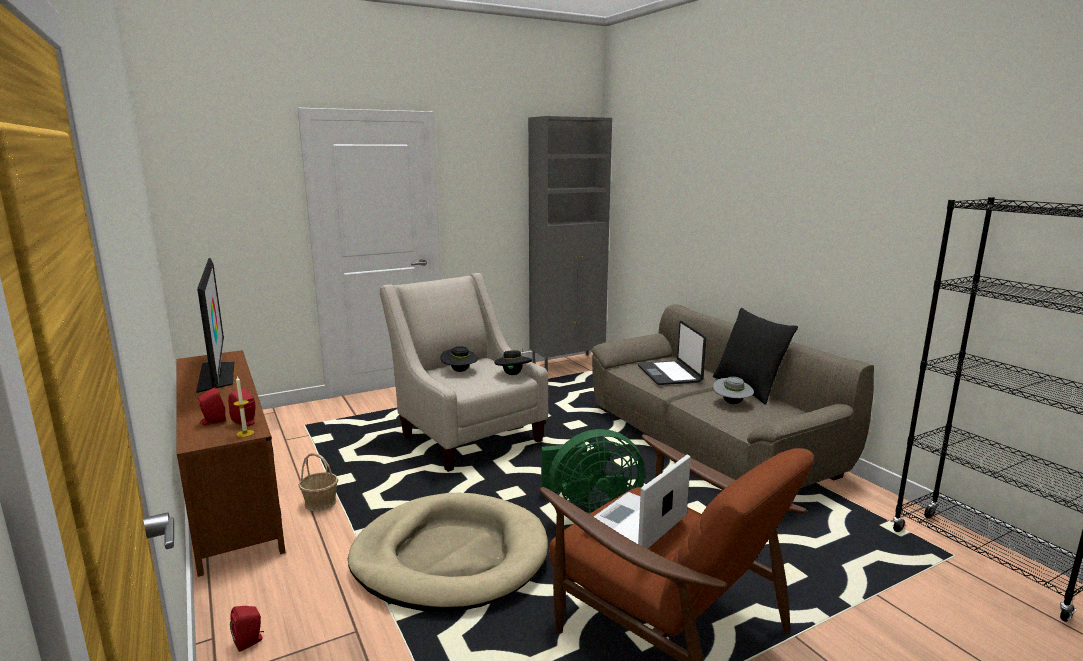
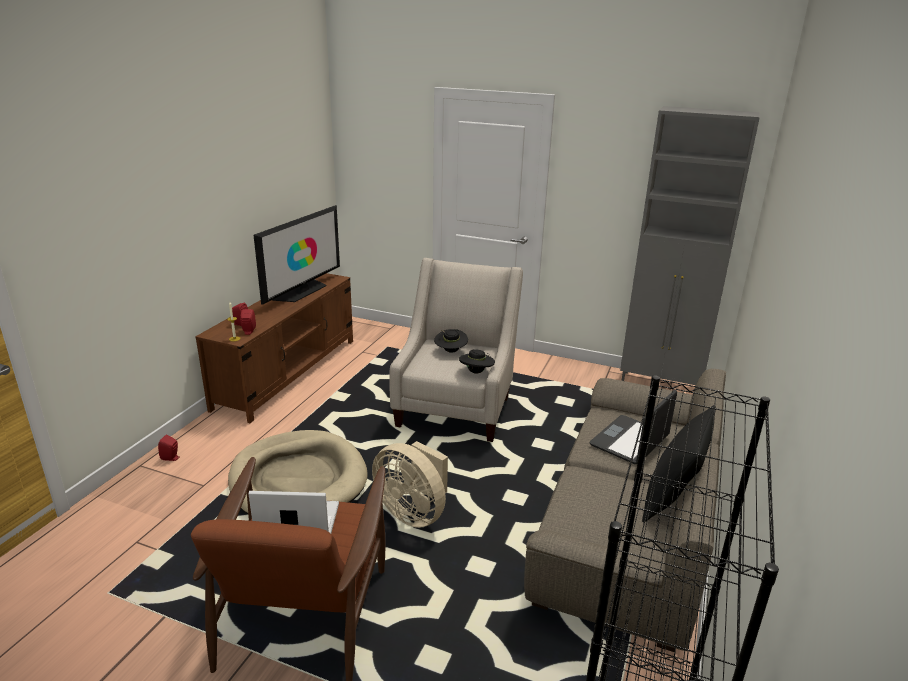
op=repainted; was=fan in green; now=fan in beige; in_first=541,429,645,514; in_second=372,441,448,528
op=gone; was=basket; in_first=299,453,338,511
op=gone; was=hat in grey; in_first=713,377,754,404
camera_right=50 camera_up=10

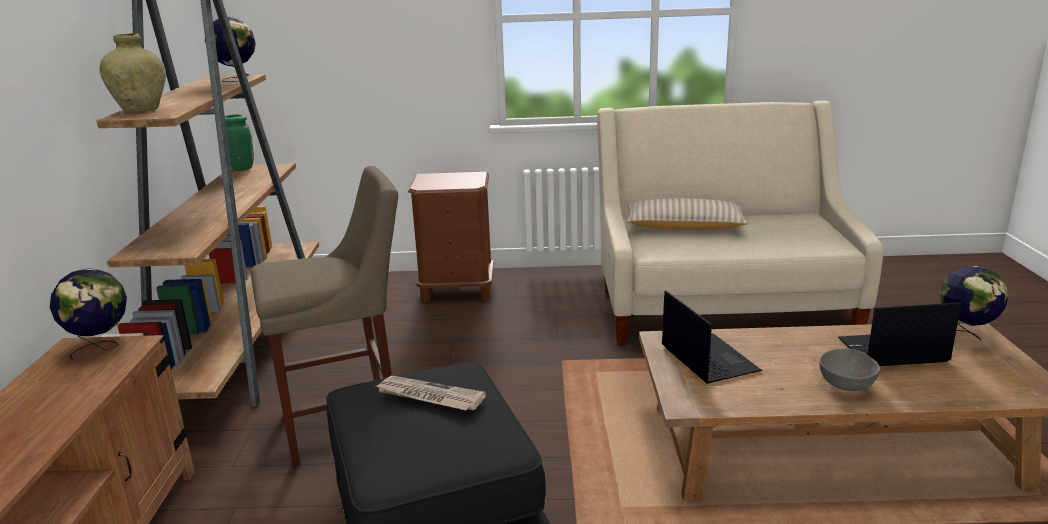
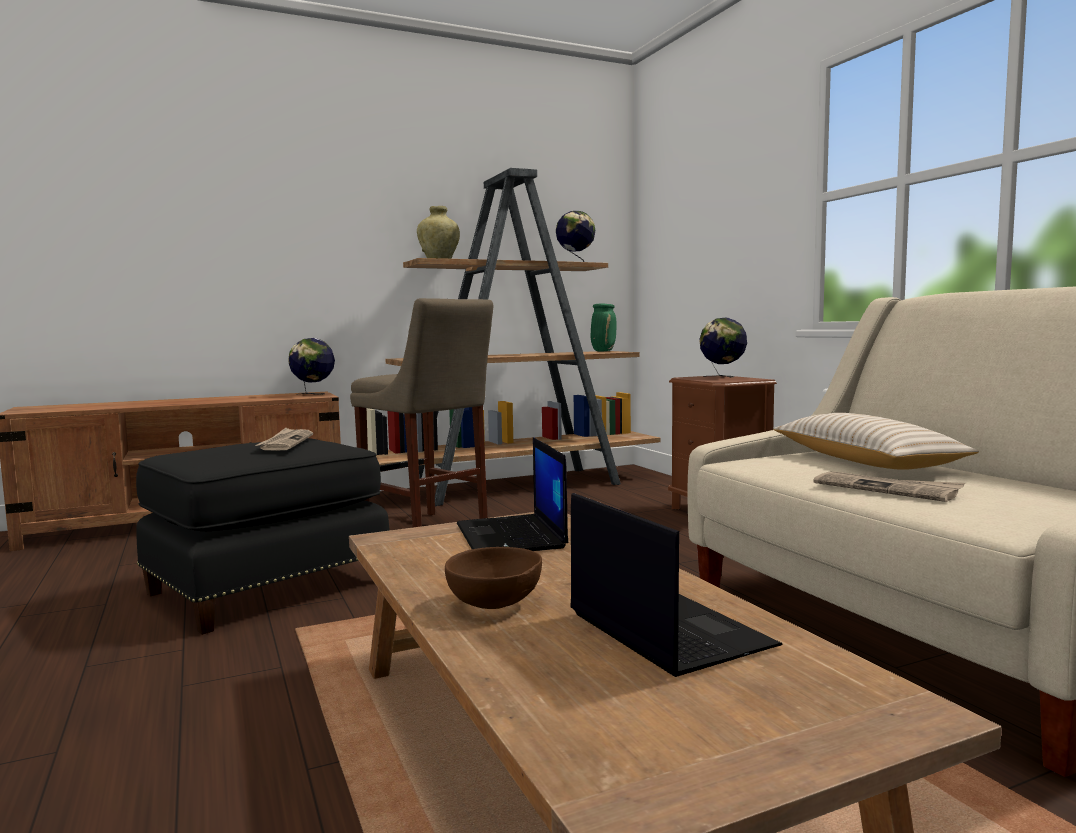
op=repainted; was=bowl in grey; now=bowl in brown; in_first=819,349,880,391; in_second=445,547,542,609
op=rotated; was=laptop; in_first=662,290,762,384; in_second=457,437,568,551; clockwise=120
op=shifted; was=globe; in_first=940,266,1008,340; in_second=699,317,747,377
op=new; now=newspaper; in_second=814,471,965,502
camera_right=65 camera_up=-15

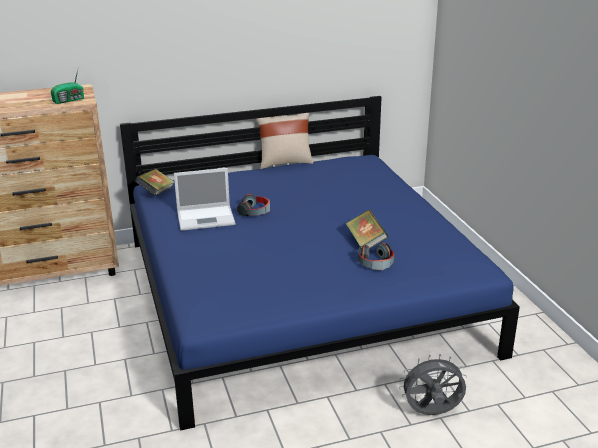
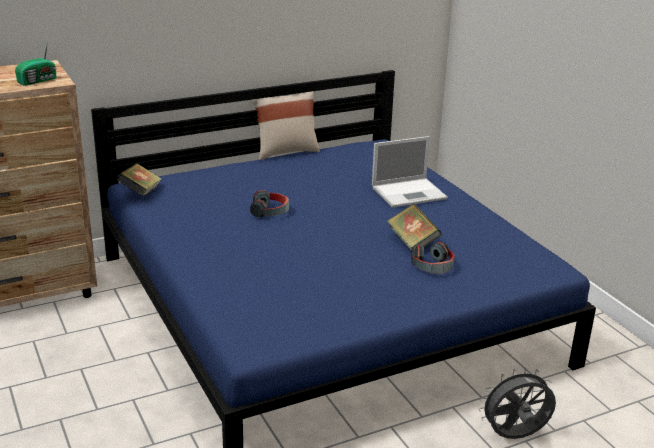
op=shifted; was=laptop; in_first=174,168,235,231; in_second=372,136,448,208
camera_right=-10 camera_up=0

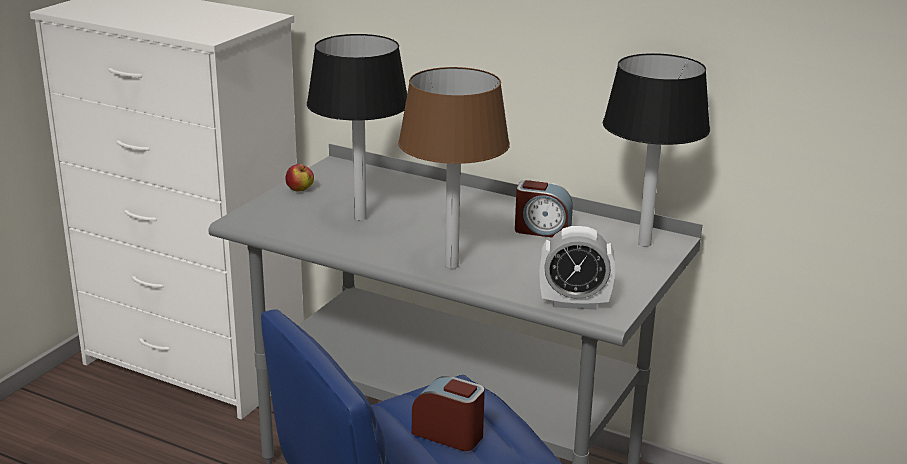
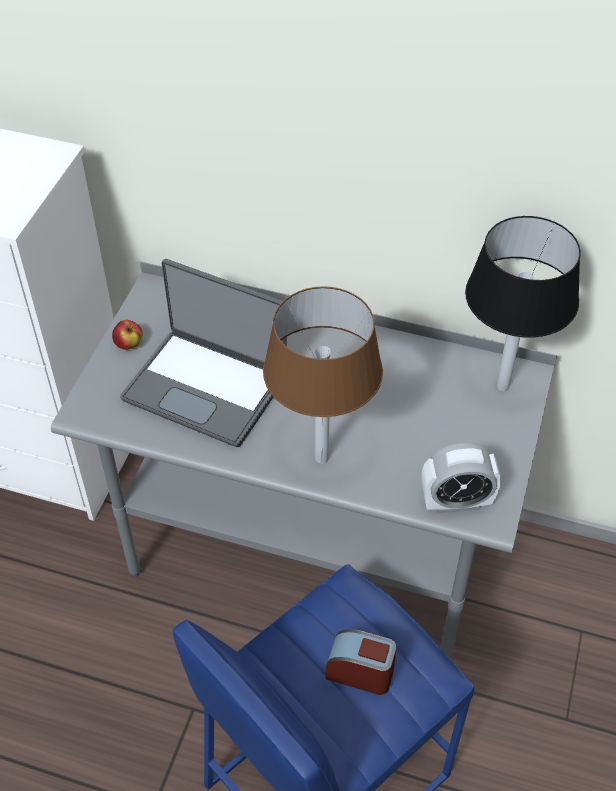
op=swapped; was=table lamp in black; now=laptop; in_first=307,34,407,220; in_second=120,259,287,447
op=gone; was=alarm clock; in_first=515,180,573,237
camera_right=-10 camera_up=25

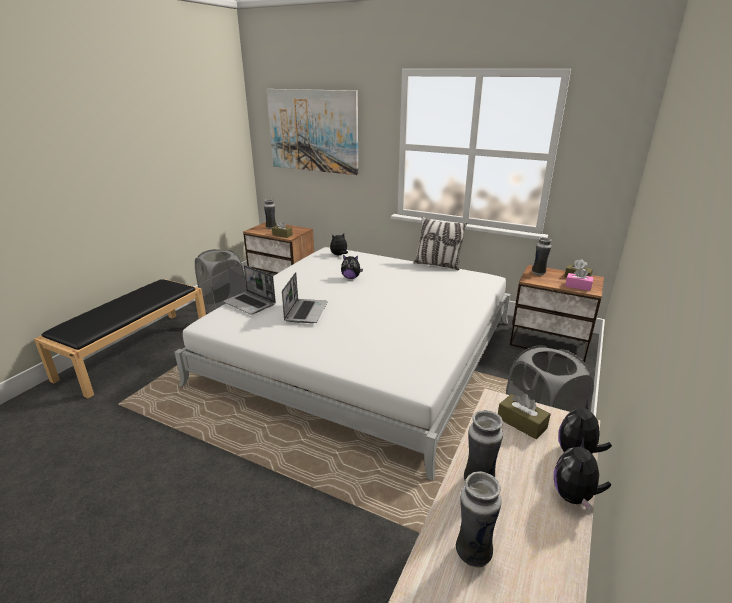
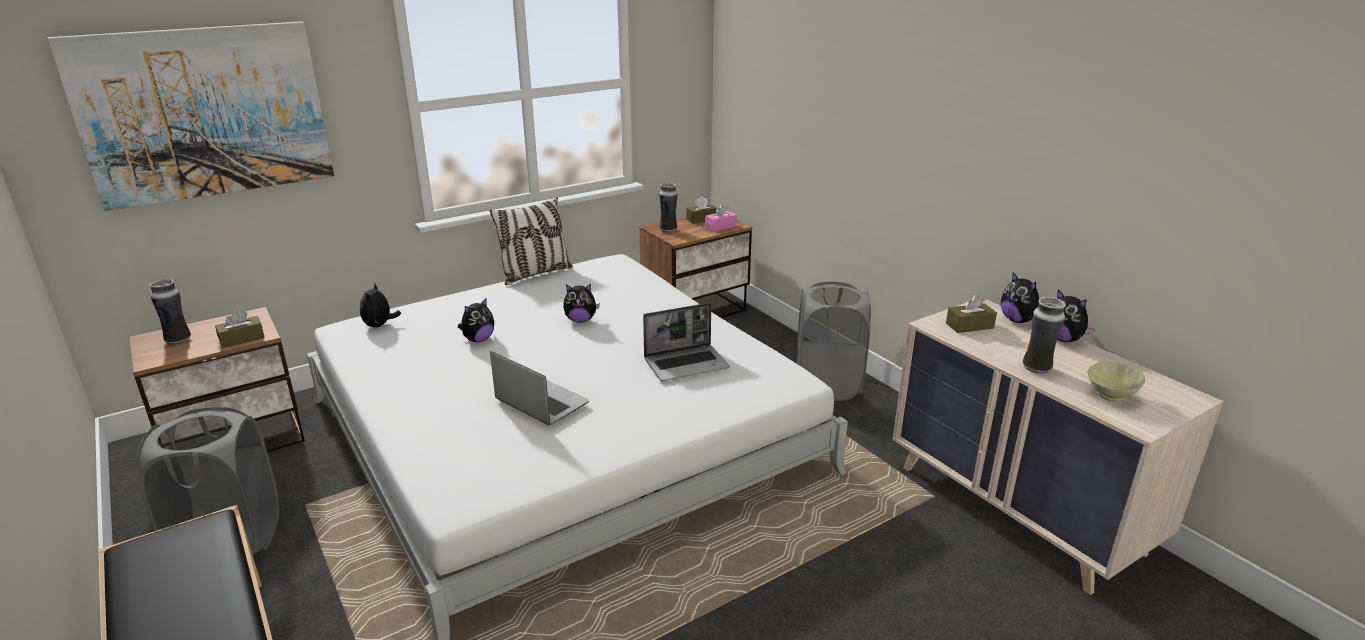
op=new; now=plush toy; in_second=563,284,600,323
op=shifted; was=laptop; in_first=223,265,276,314; in_second=643,303,730,381
op=swapped; was=vase; now=bowl in beige; in_first=456,471,502,568; in_second=1088,362,1145,402
camera_right=-60 camera_up=0

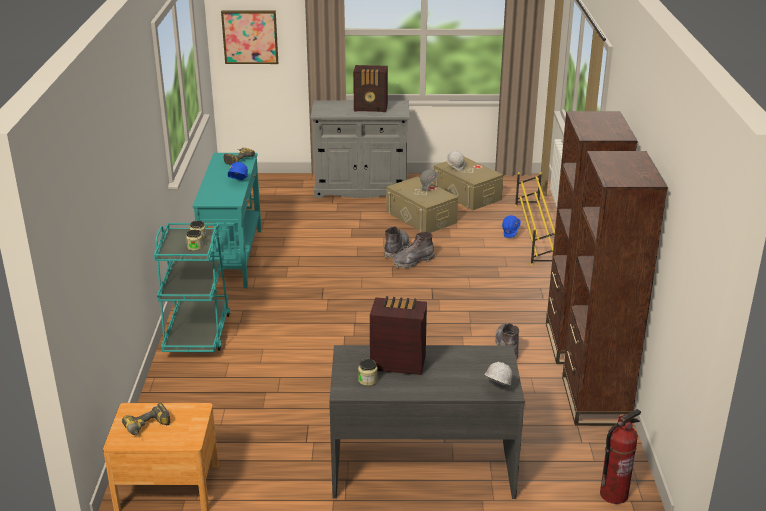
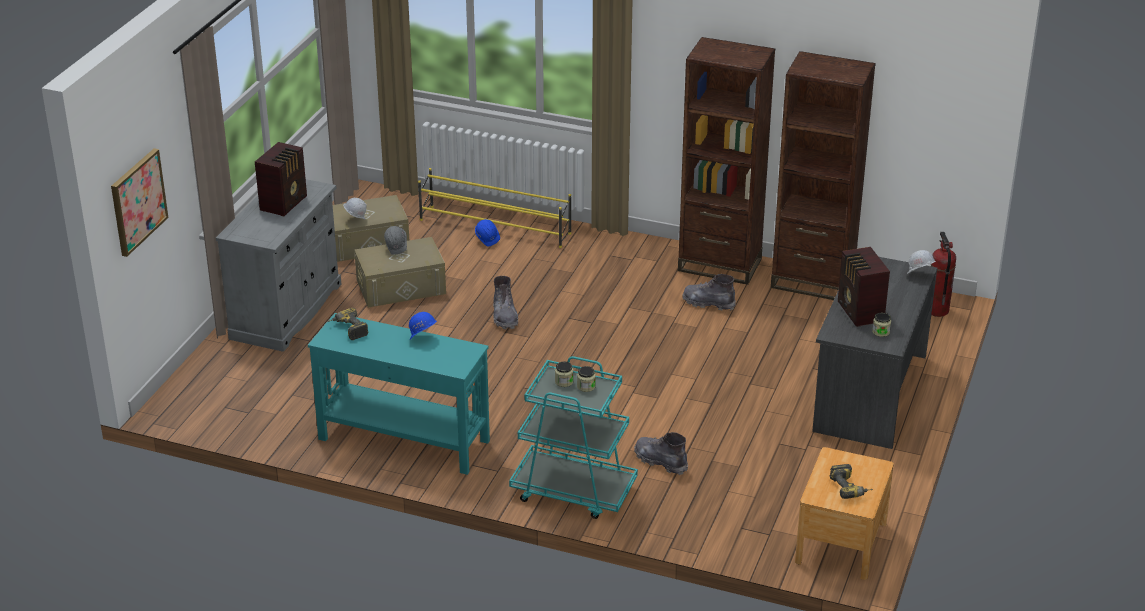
op=shifted; was=boot in grey; in_first=384,226,409,259; in_second=634,432,688,475
op=rotated; was=radio; in_first=370,296,427,375; in_second=838,247,890,327; clockwise=-45
camera_right=-70 camera_up=5

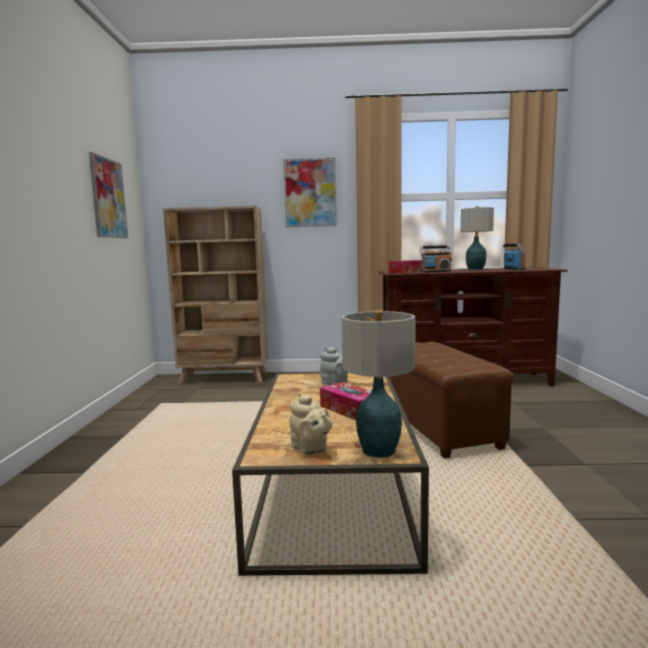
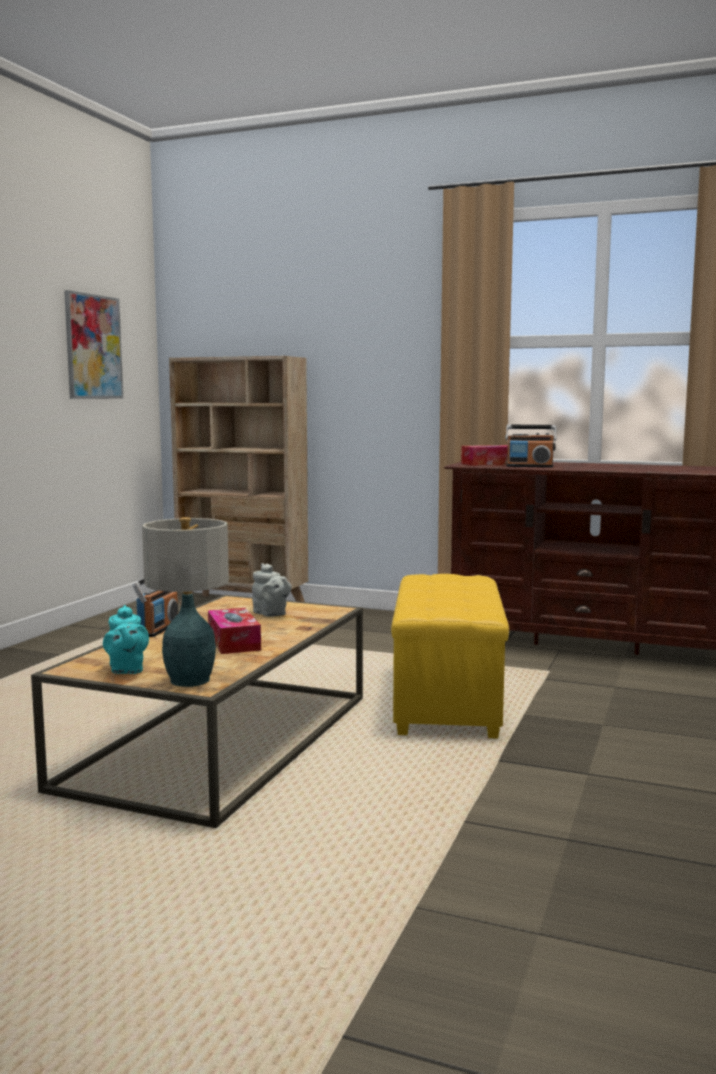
op=repainted; was=teapot in beige; now=teapot in turquoise; in_first=289,393,333,455; in_second=103,605,149,674
op=shifted; was=radio; in_first=503,244,525,270; in_second=132,579,178,637
op=repainted; was=ottoman in brown; now=ottoman in yellow; in_first=389,342,514,458; in_second=391,574,509,739
op=gone; was=picture; in_first=283,158,337,227
op=gone; was=table lamp; in_first=461,206,494,270
camera_right=20 camera_up=0

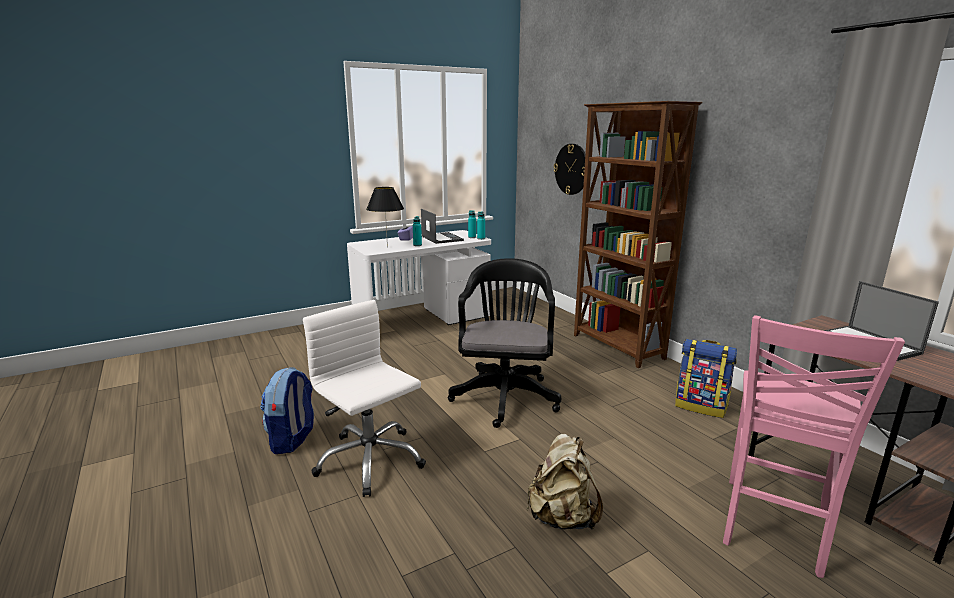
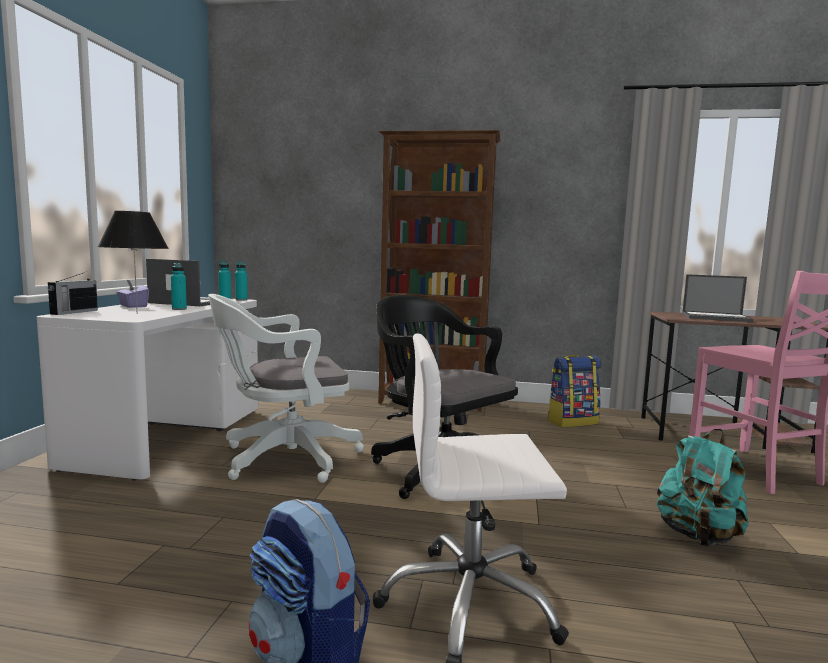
op=new; now=radio; in_second=48,272,98,315
op=new; now=office chair in white; in_second=208,294,364,483
op=repainted; was=backpack in beige; now=backpack in turquoise; in_first=527,434,603,529; in_second=657,429,749,546
op=gone; was=wall clock; in_first=554,144,585,195
camera_right=-50 camera_up=-10

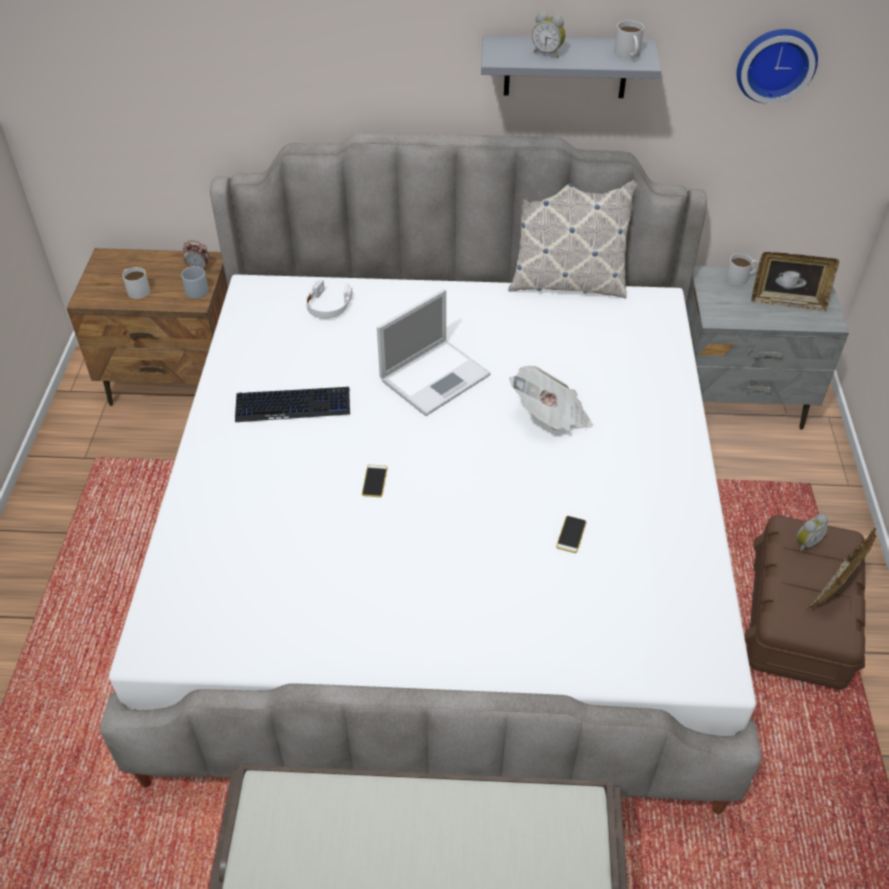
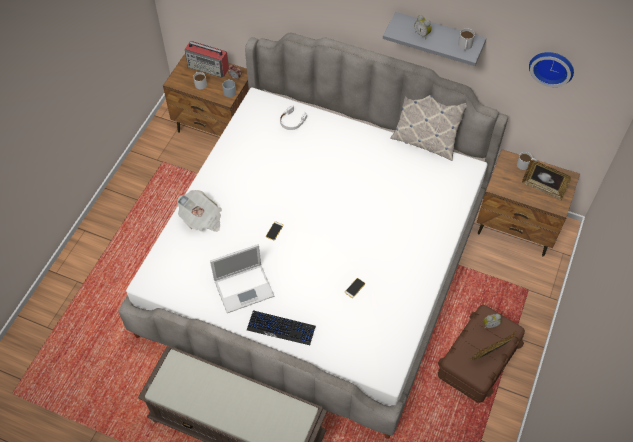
op=shifted; was=newspaper; in_first=509,366,593,431; in_second=177,190,222,232
op=new; now=radio; in_second=185,41,229,78
op=shifted; was=laptop; in_first=377,289,491,416; in_second=210,244,274,313
op=shifted; was=keyboard; in_first=235,387,350,422; in_second=247,310,316,345
op=repainted; was=nightstand in grey; now=nightstand in brown; in_first=686,266,849,430; in_second=476,149,580,257
camera_right=20 camera_up=10

